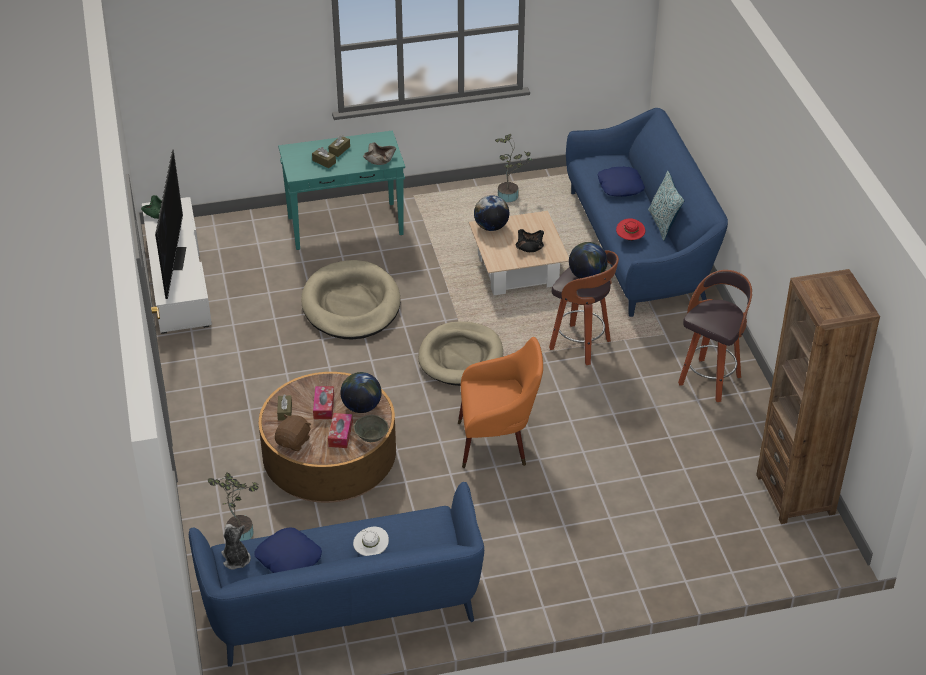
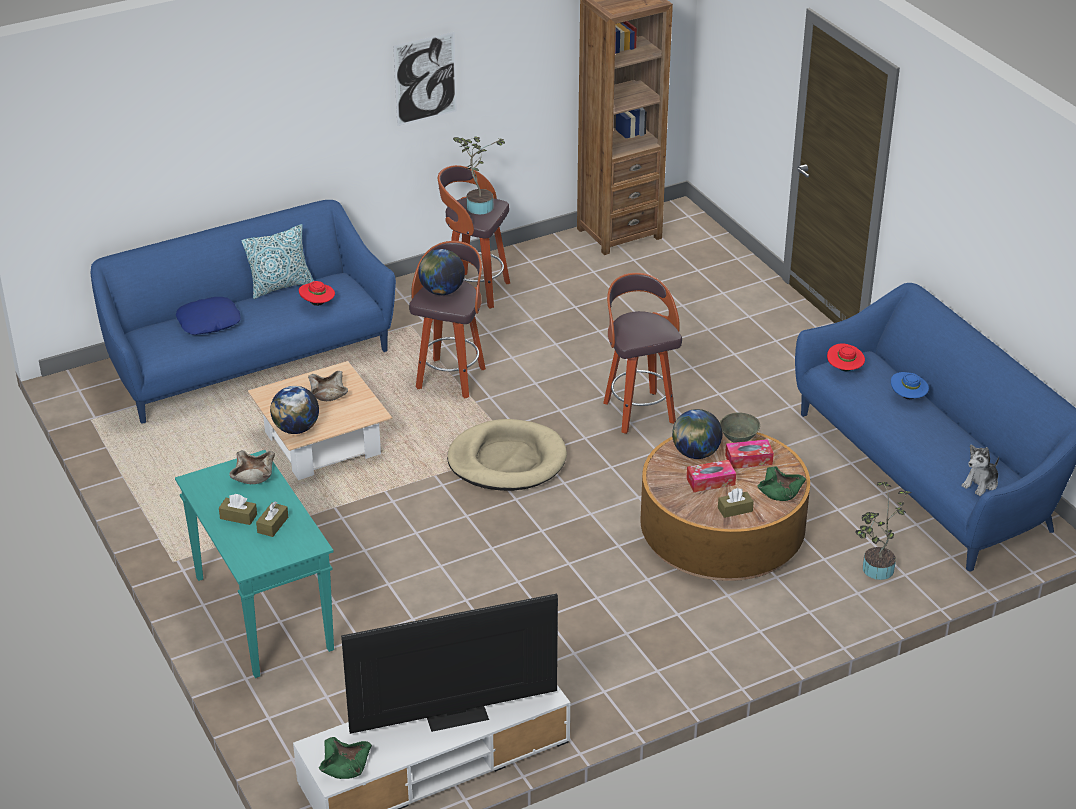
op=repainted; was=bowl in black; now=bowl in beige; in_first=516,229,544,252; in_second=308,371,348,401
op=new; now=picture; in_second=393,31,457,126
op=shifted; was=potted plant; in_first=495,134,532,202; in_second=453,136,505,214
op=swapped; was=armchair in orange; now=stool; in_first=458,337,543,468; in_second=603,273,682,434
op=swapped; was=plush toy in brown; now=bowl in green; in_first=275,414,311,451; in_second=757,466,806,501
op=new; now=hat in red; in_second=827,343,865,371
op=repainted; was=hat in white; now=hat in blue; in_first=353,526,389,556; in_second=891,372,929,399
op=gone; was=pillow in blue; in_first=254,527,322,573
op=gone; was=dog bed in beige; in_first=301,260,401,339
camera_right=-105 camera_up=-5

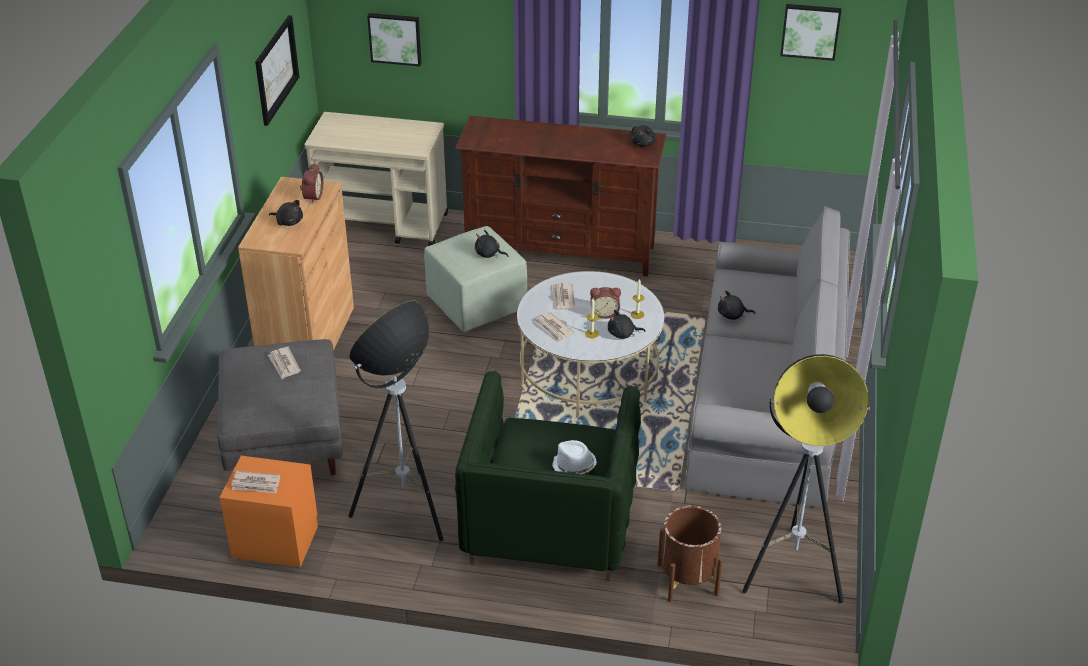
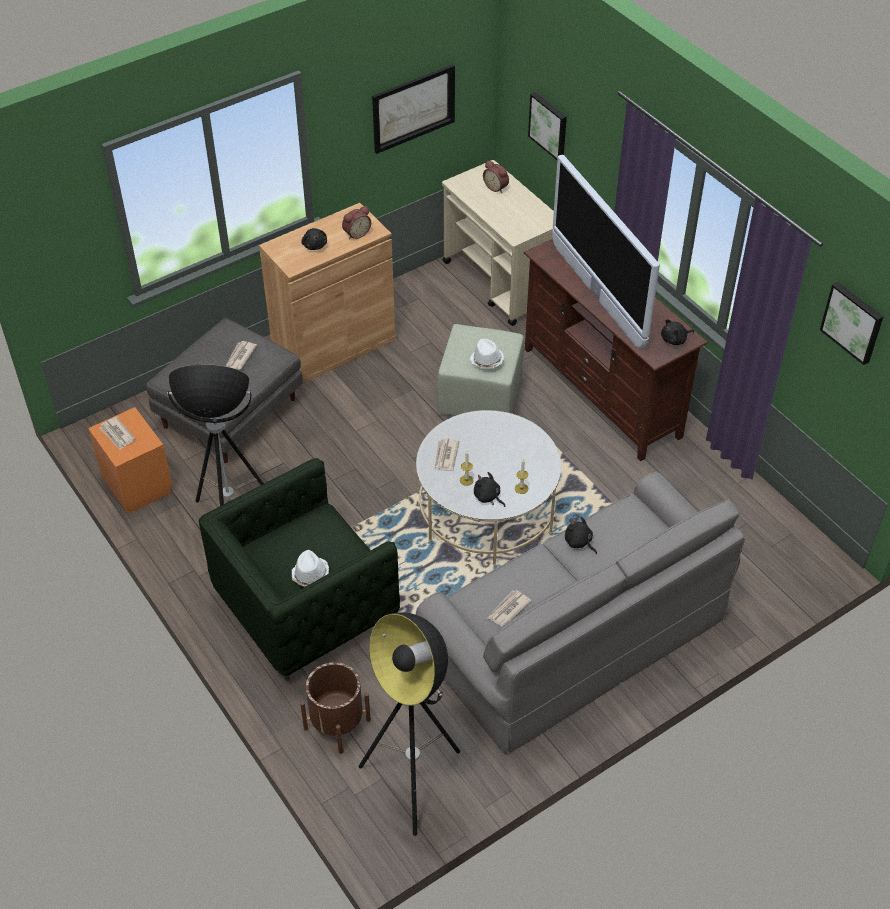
op=swapped; was=plush toy in black; now=hat in white; in_first=475,230,508,258; in_second=470,339,504,369
op=shifted; was=alarm clock; in_first=590,287,621,319; in_second=483,160,509,193
op=shifted; was=newspaper; in_first=552,283,575,310; in_second=488,590,532,627
op=new; now=television; in_second=552,155,660,348
camera_right=45 camera_up=10

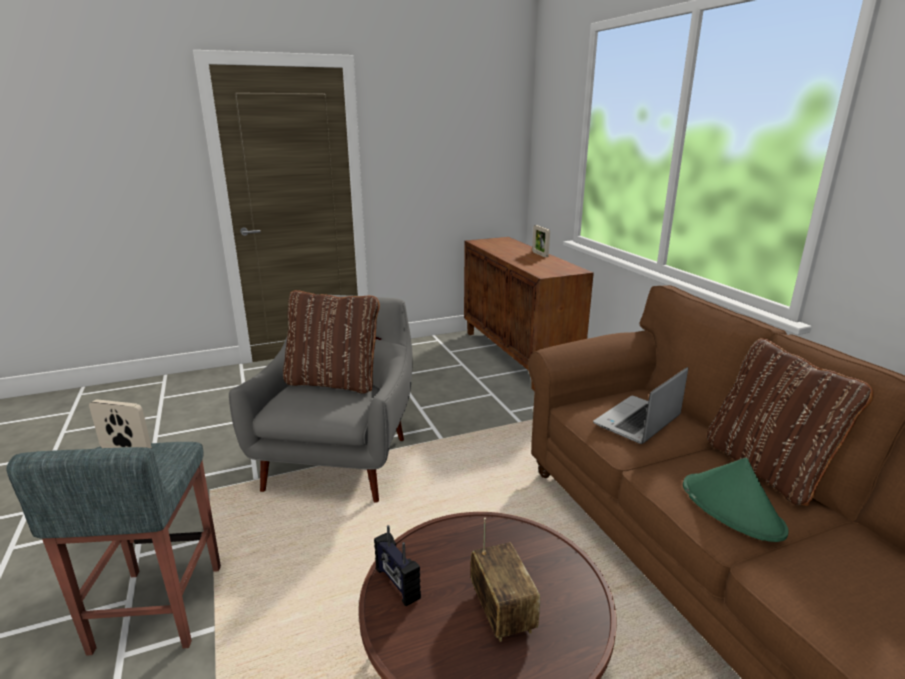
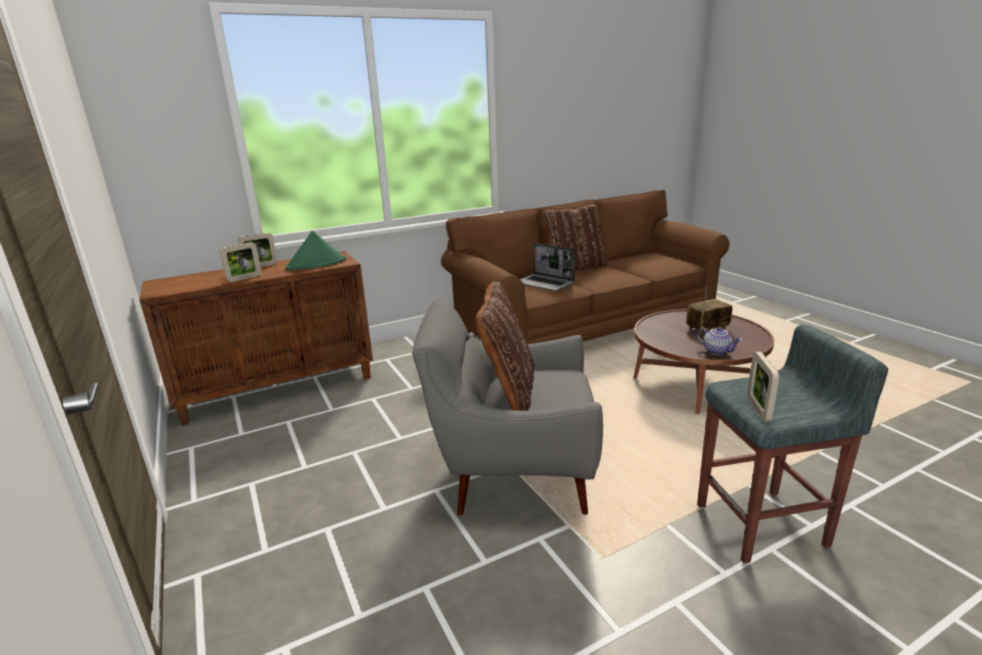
op=new; now=picture frame; in_second=220,242,262,282
op=shifted; was=hat in green; in_first=683,457,789,542; in_second=285,231,346,270
op=swapped; was=radio; now=teapot; in_first=374,525,421,606; in_second=697,327,742,355
camera_right=-95 camera_up=0

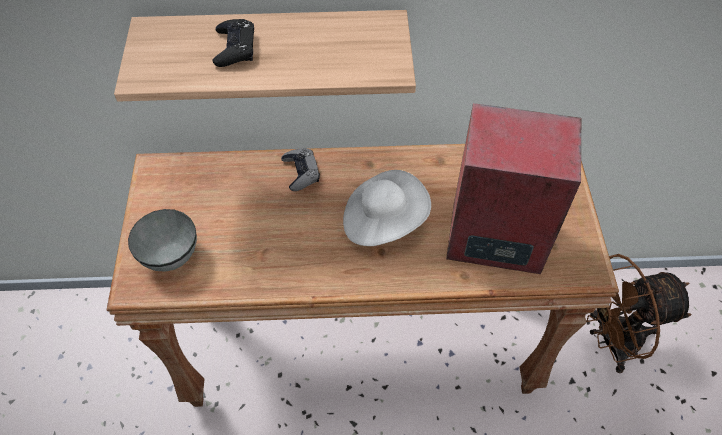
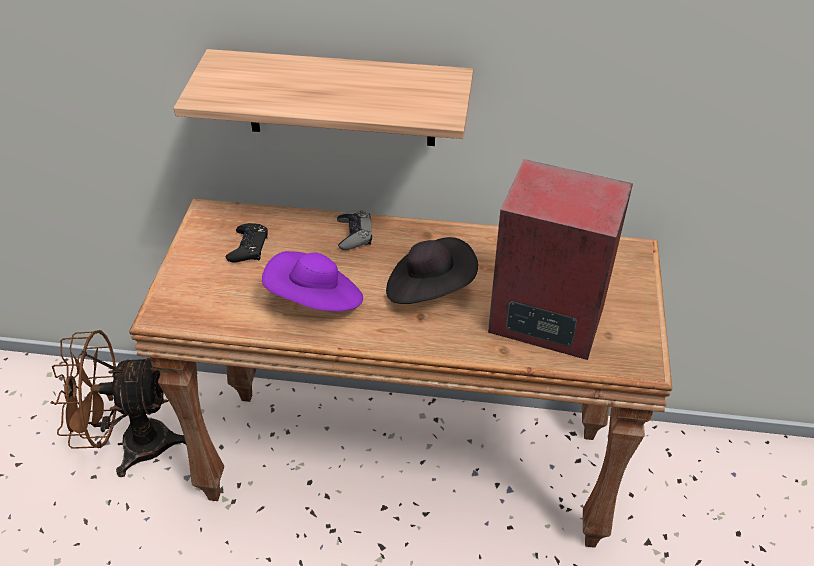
op=shifted; was=fan in brown; in_first=586,254,692,373; in_second=50,330,186,477
op=shifted; was=game controller in black; in_first=213,19,254,67; in_second=226,223,268,262
op=new; now=hat in purple; in_second=262,251,363,311
op=repainted; was=hat in white; now=hat in black; in_first=343,170,431,246; in_second=386,237,478,304
op=gone; was=bowl in grey; in_first=128,209,197,272
camera_right=10 camera_up=-10

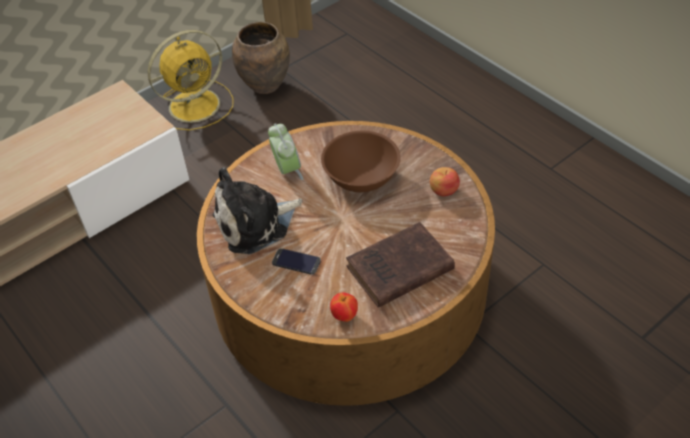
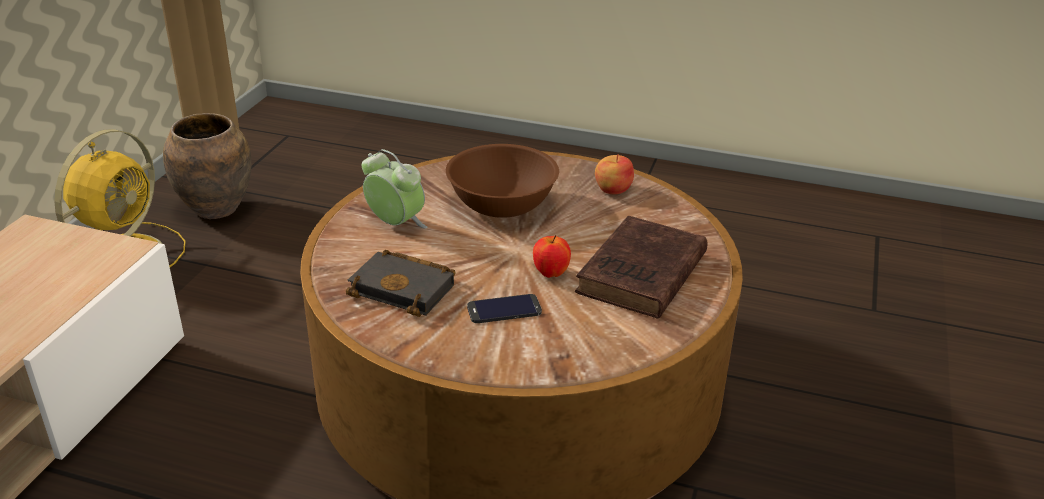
op=swapped; was=plush toy; now=book in black; in_first=213,167,302,254; in_second=346,250,455,317
op=shifted; was=apple; in_first=330,292,358,322; in_second=533,235,571,278
camera_right=-35 camera_up=-15

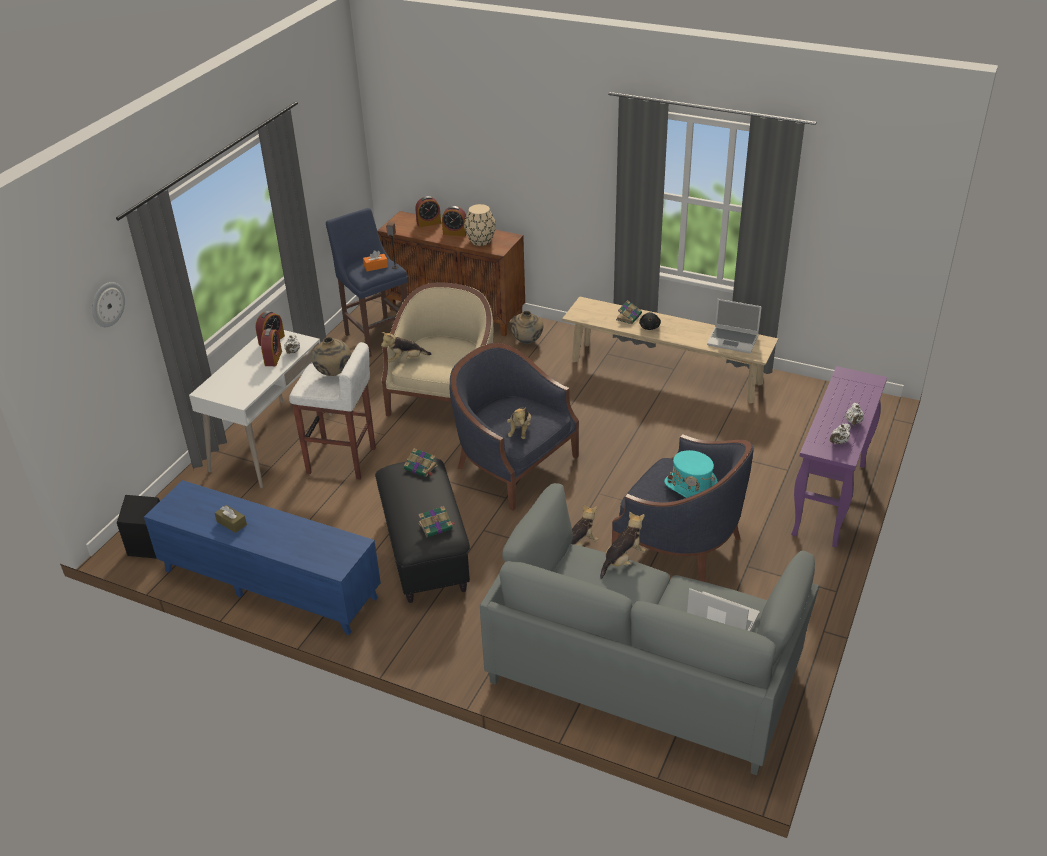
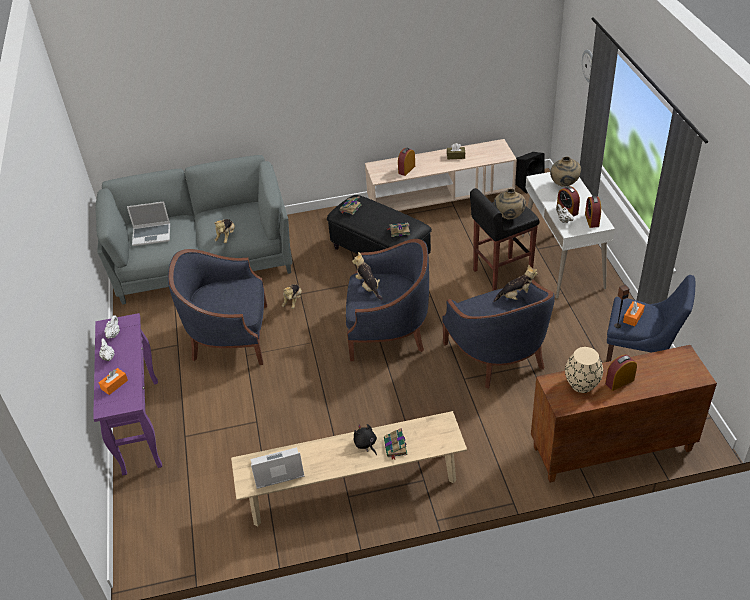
op=new; now=tissue box in orange; in_second=99,368,128,395
op=repainted; was=tv stand in blue; now=tv stand in beige; in_first=144,480,381,635; in_second=365,139,517,211
op=shifted; was=alarm clock; in_first=415,196,441,227; in_second=398,148,415,176
op=repainted; was=armchair in beige; now=armchair in blue; in_first=381,283,493,417; in_second=442,279,555,388
op=repainted; was=stool in white; now=stool in black; in_first=289,342,376,480; in_second=470,188,539,291
op=rotated; was=plush toy; in_first=381,332,431,363; in_second=493,264,538,302; clockwise=45
op=shifted; was=vase in beige; in_first=510,311,543,344; in_second=550,156,581,187
op=gone; was=hat in turquoise; in_first=664,450,718,498
camera_right=145 camera_up=5

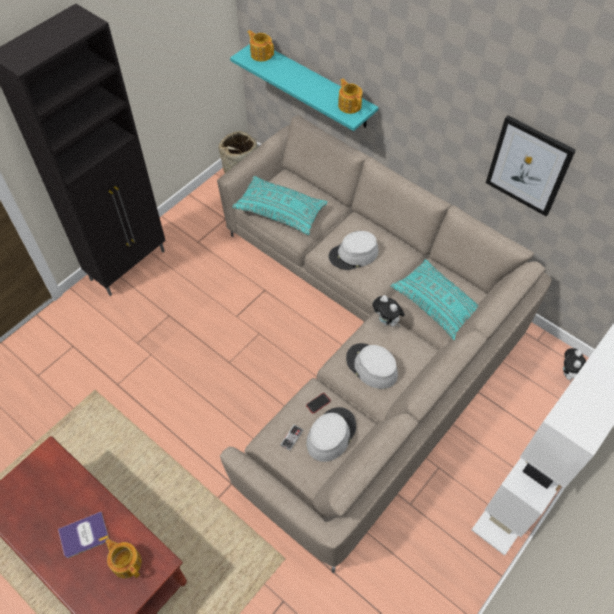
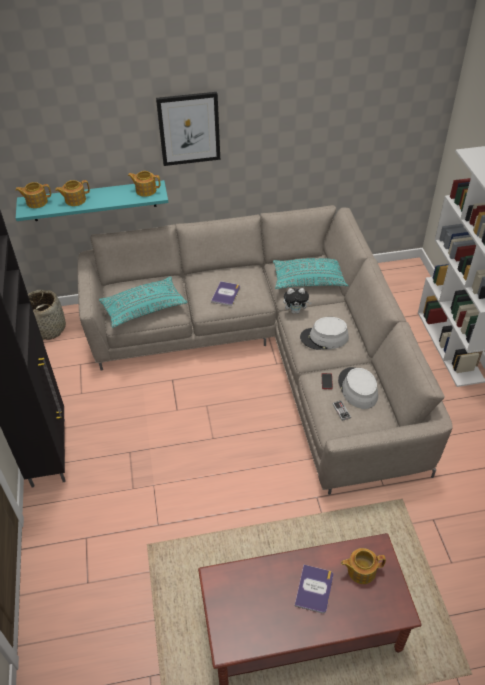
op=new; now=teapot; in_second=55,180,90,206
op=shifted; was=picture; in_first=486,115,576,216; in_second=156,92,220,166
op=swapped; was=hat in grey; now=book; in_first=329,231,379,270; in_second=211,281,240,306
op=gone; was=plush toy; in_first=563,348,586,382
camera_right=-50 camera_up=-10

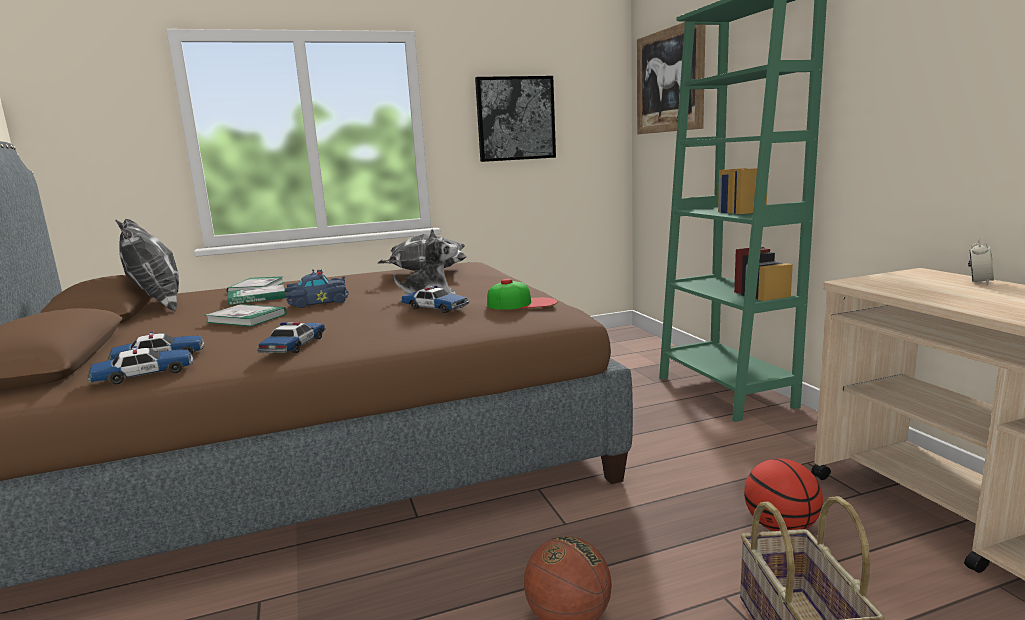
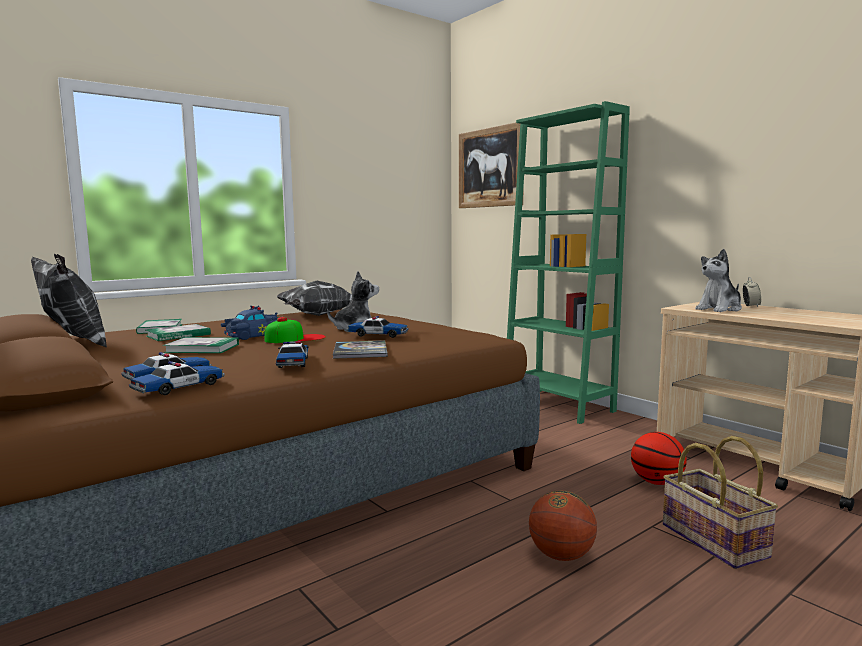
op=shifted; was=cap; in_first=487,279,557,310; in_second=264,317,326,343
op=new; now=book; in_second=333,340,388,359
op=new; now=plush toy; in_second=695,249,742,312
op=gone; was=picture; in_first=475,76,556,162
camera_right=-20 camera_up=-5

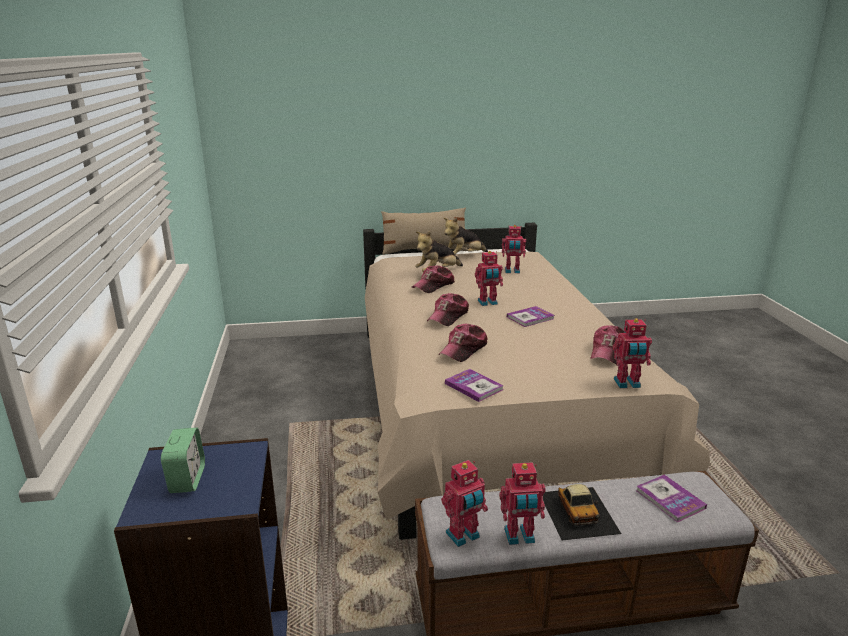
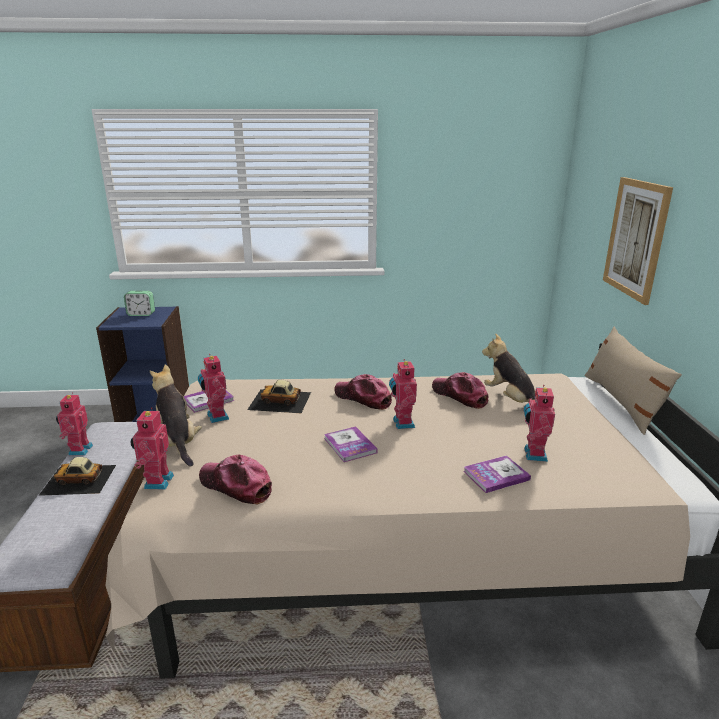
op=shifted; was=plush toy; in_first=444,218,488,255; in_second=150,365,202,467
op=shifted; was=toy robot; in_first=441,460,488,547; in_second=198,354,229,423
op=swapped; was=cap; now=toy car; in_first=438,324,488,362; in_second=247,380,311,413
op=shifted; was=book; in_first=636,475,707,523; in_second=463,455,531,493
op=new; now=picture; in_second=603,177,673,305
camera_right=95 camera_up=0

